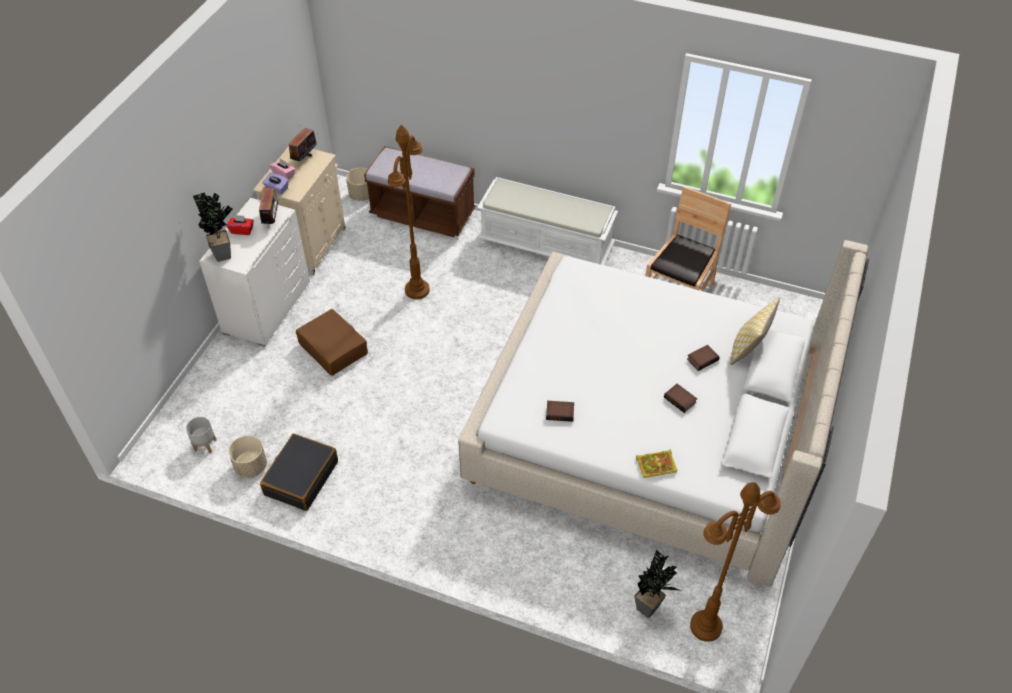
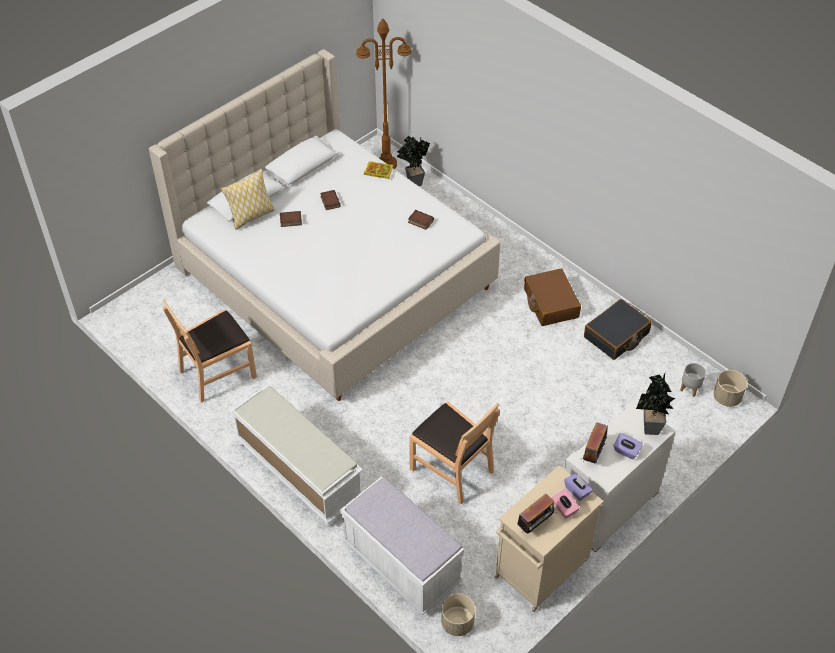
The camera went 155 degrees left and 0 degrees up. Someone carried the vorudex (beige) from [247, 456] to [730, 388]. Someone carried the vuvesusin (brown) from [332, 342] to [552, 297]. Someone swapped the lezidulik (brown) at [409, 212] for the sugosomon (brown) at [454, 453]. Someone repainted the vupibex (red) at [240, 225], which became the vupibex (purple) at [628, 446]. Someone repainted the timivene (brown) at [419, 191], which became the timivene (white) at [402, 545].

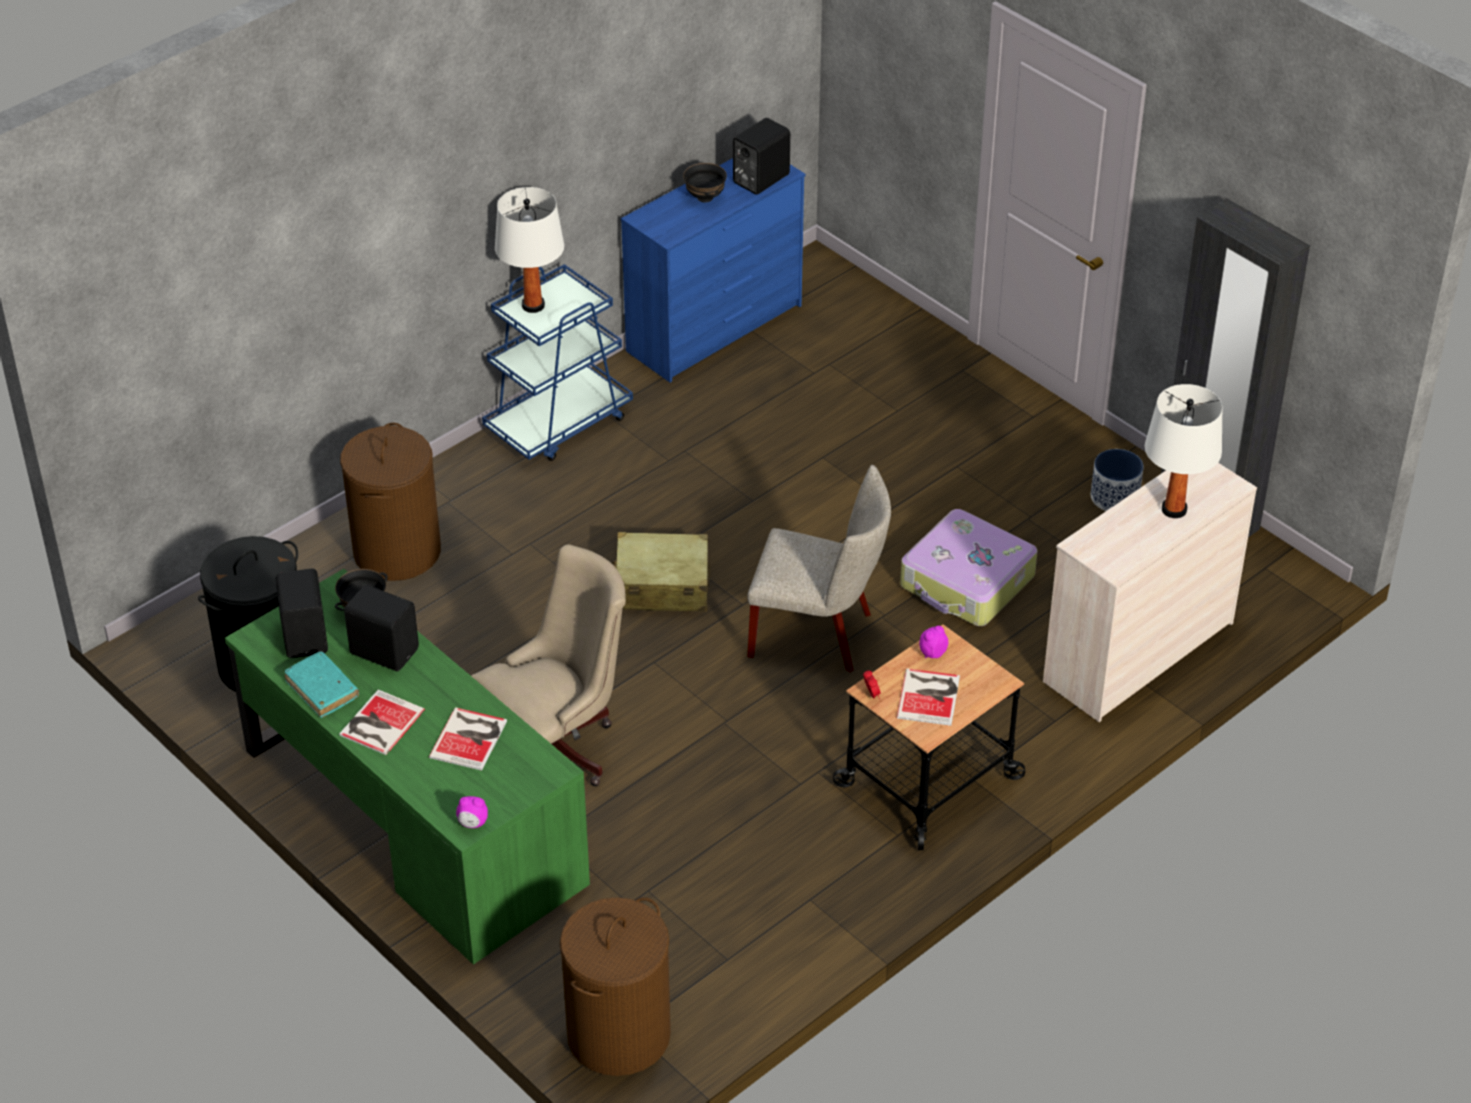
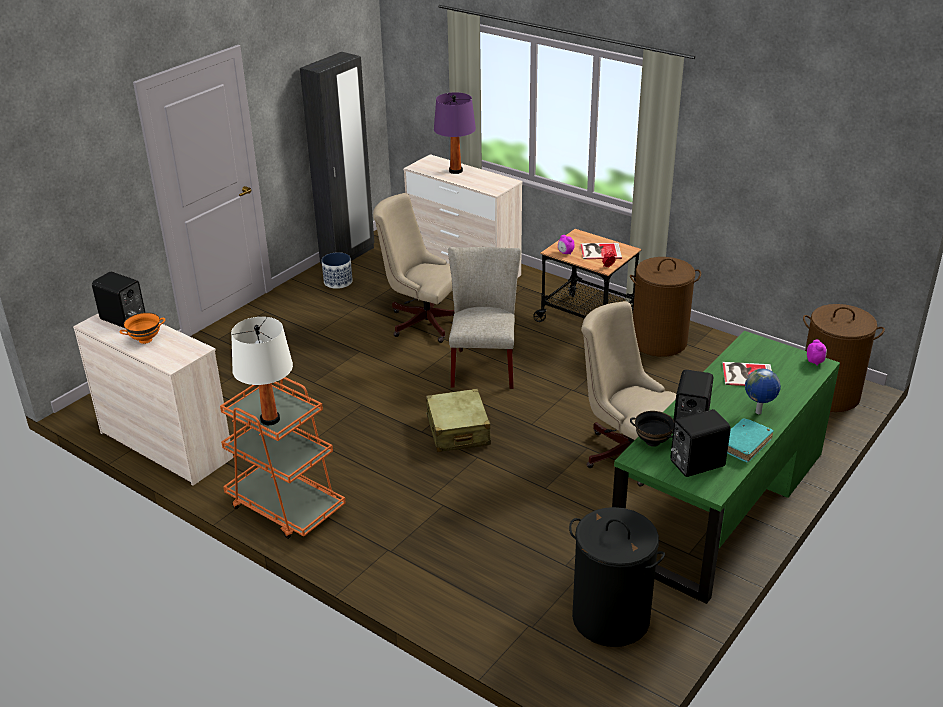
The camera went 100 degrees left and 10 degrees down. Someone carried the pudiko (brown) from [390, 501] to [665, 307]. Someone swapped the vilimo at [382, 722] for the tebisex at [763, 391]. Someone swapped the vuvesusin at [968, 567] for the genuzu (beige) at [413, 268]. Someone repainted the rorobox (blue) at [557, 362], which became the rorobox (orange) at [283, 458]. Someone repainted the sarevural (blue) at [713, 270], which became the sarevural (beige) at [153, 400]. Someone repainted the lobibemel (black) at [705, 182], which became the lobibemel (orange) at [142, 328]. Someone repainted the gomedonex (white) at [1184, 451], which became the gomedonex (purple) at [455, 133].

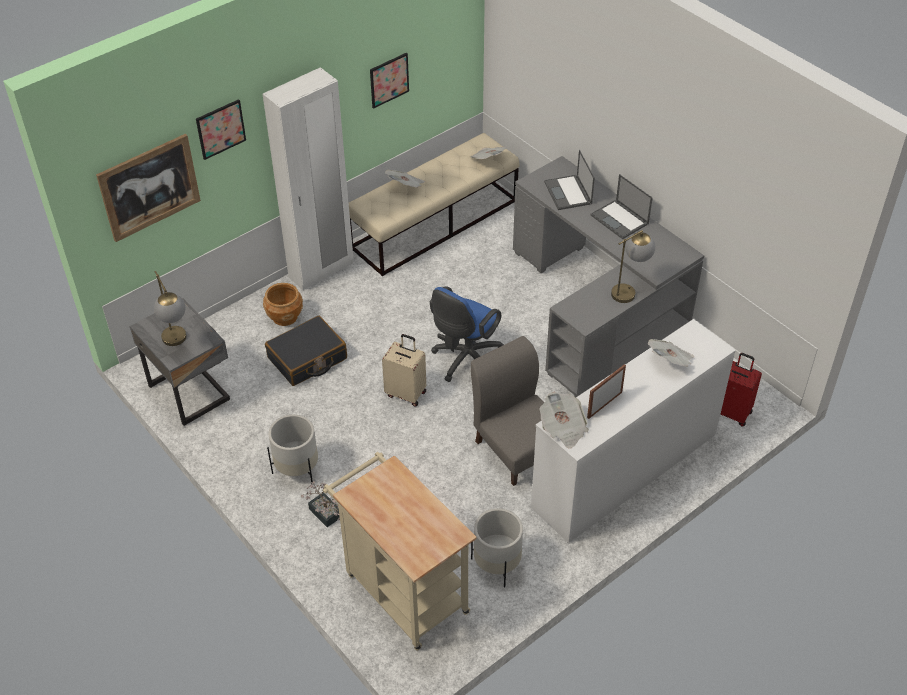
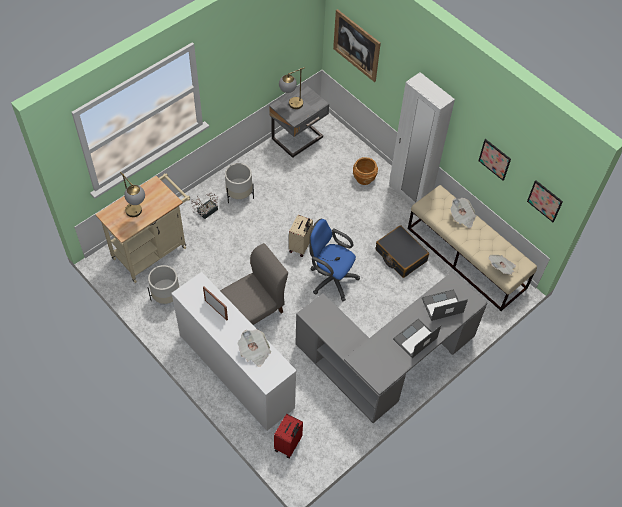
The camera went 85 degrees right and 10 degrees up. Someone took away the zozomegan at [564, 420]. Someone carried the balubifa from [221, 129] to [545, 201]. Someone carried the vuvesusin (black) from [306, 351] to [402, 251]. Someone carried the gomedonex from [633, 266] to [132, 194].

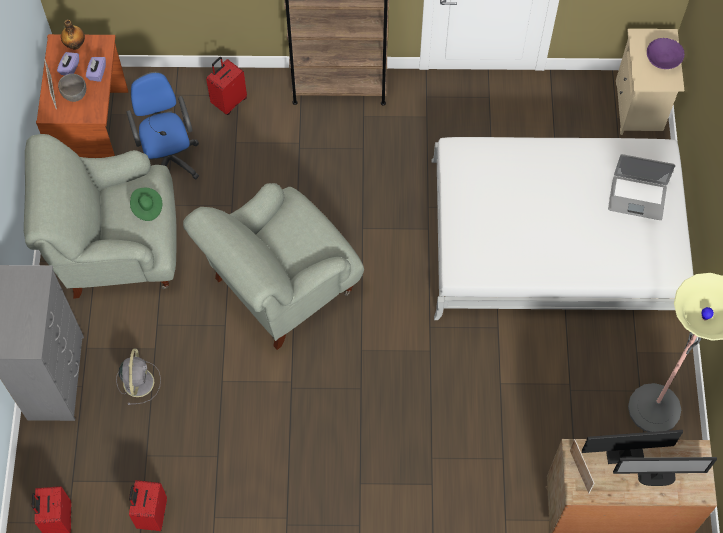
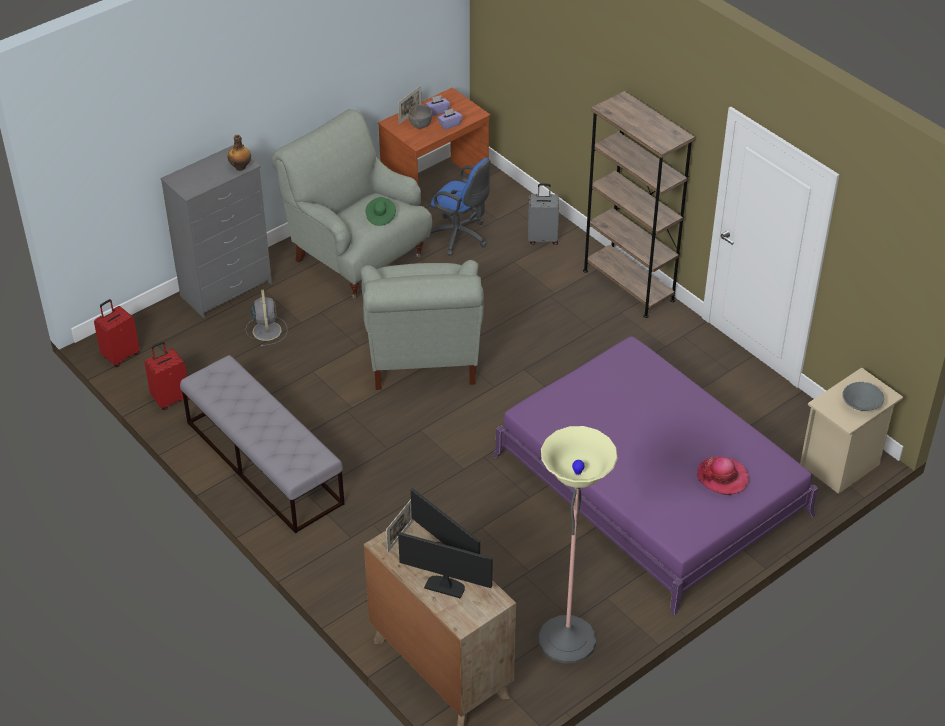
The camera went 50 degrees right and 20 degrees down. Someone put down the timivene (grey) at [262, 444]. Someone carried the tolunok from [73, 34] to [239, 153]. Someone swapped the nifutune at [641, 187] for the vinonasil at [723, 475]. Someone repainted the vuvesusin (red) at [226, 86], which became the vuvesusin (grey) at [543, 214]. Someone repainted the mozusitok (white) at [563, 228], which became the mozusitok (purple) at [655, 475]. Someone repainted the lobibemel (purple) at [666, 53], which became the lobibemel (grey) at [863, 396]. Someone rotated the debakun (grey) at [138, 377] by 60 degrees counterclockwise. Someone rotated the genuzu (blue) at [162, 125] by 90 degrees clockwise. Someone rotated the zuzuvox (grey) at [273, 266] by 105 degrees counterclockwise. Someone rotated the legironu at [665, 471] by 150 degrees clockwise.

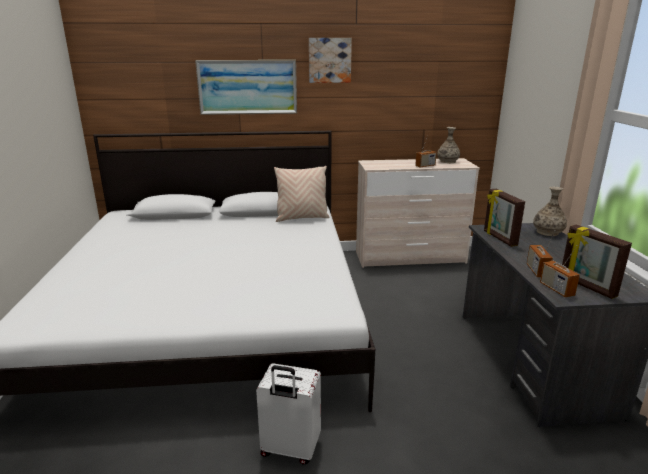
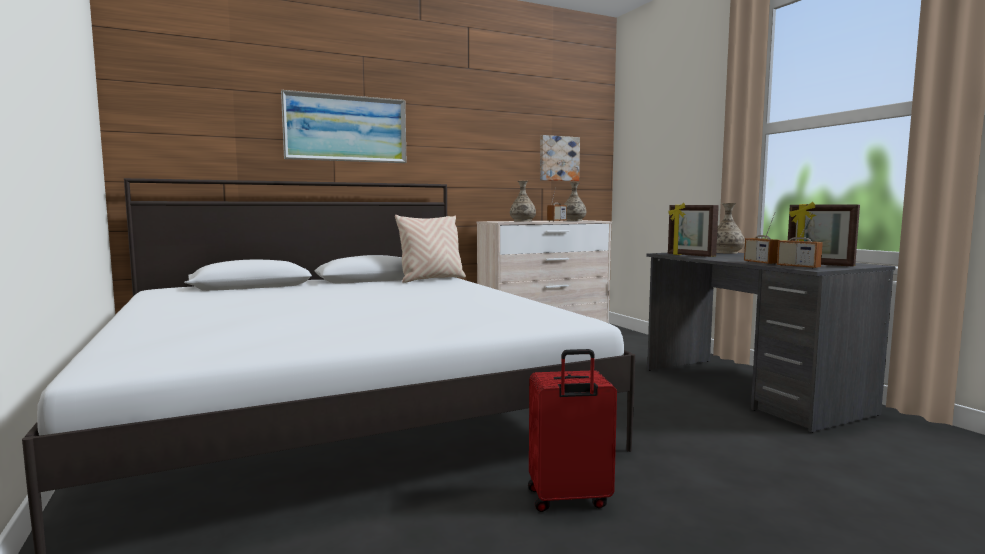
The camera went 20 degrees left and 15 degrees down. Someone put down the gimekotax at [523, 201]. Someone carried the balubifa from [330, 60] to [560, 158]. Someone repainted the vuvesusin (white) at [288, 414], which became the vuvesusin (red) at [572, 430].

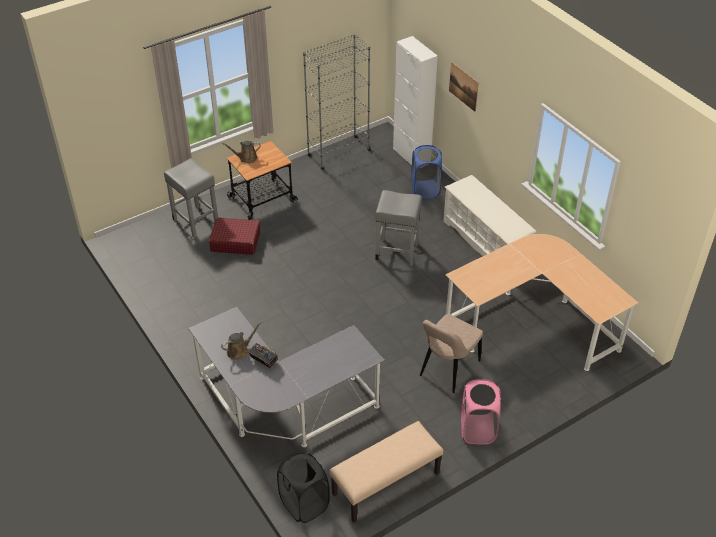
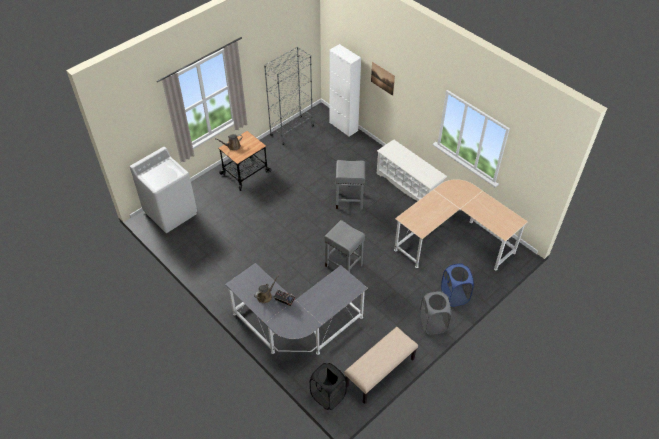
The camera went 10 degrees left and 5 degrees up. Someone took away the vuvesusin (red) at [234, 236]. Someone took away the sugosomon (beige) at [451, 353]. Someone put down the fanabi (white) at [163, 190]. Someone carried the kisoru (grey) from [191, 198] to [344, 246]. Someone carried the pudiko (blue) from [427, 172] to [457, 285]. Someone repainted the pudiko (pink) at [481, 411], which became the pudiko (grey) at [435, 313].

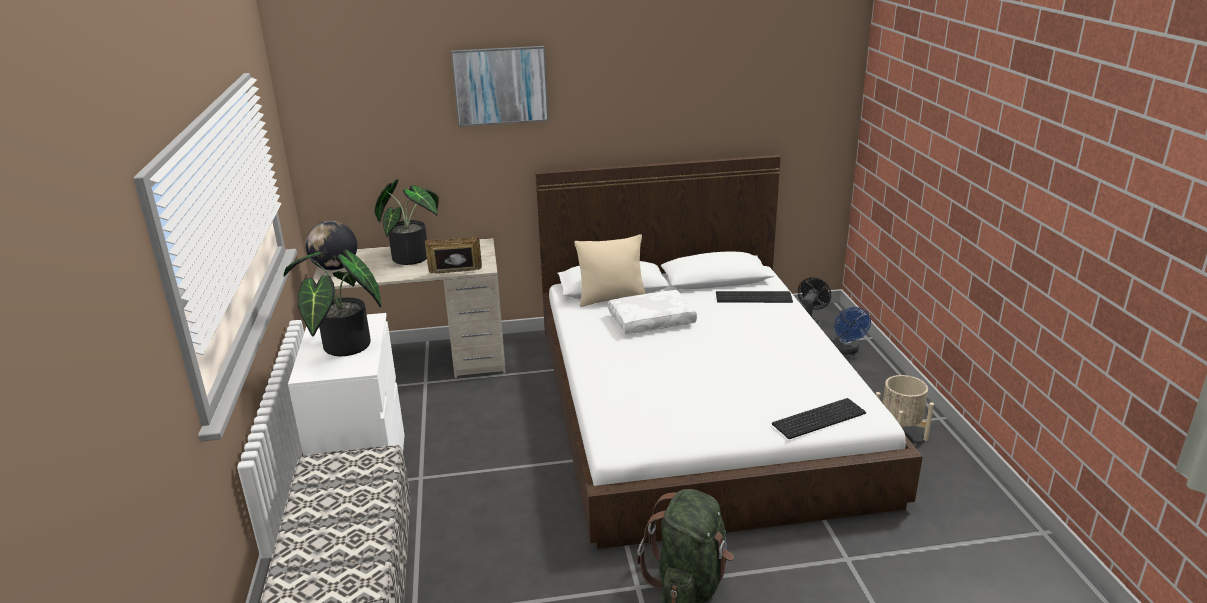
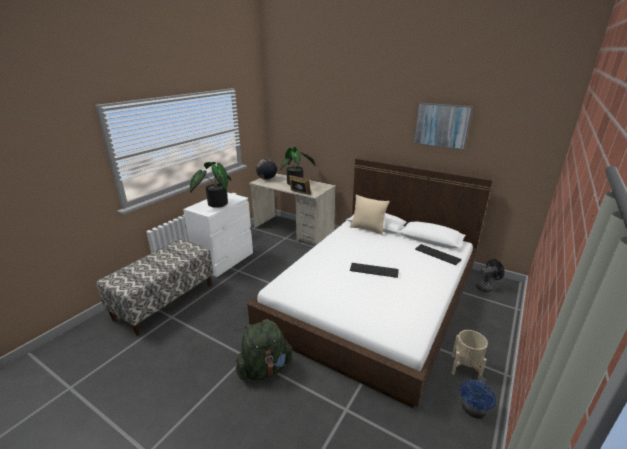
The camera went 40 degrees right and 0 degrees up. Someone took away the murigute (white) at [652, 312]. Someone carried the balubifa from [500, 86] to [443, 126]. Someone carried the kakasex from [819, 418] to [374, 270]. Someone carried the debakun (blue) from [851, 331] to [478, 397].

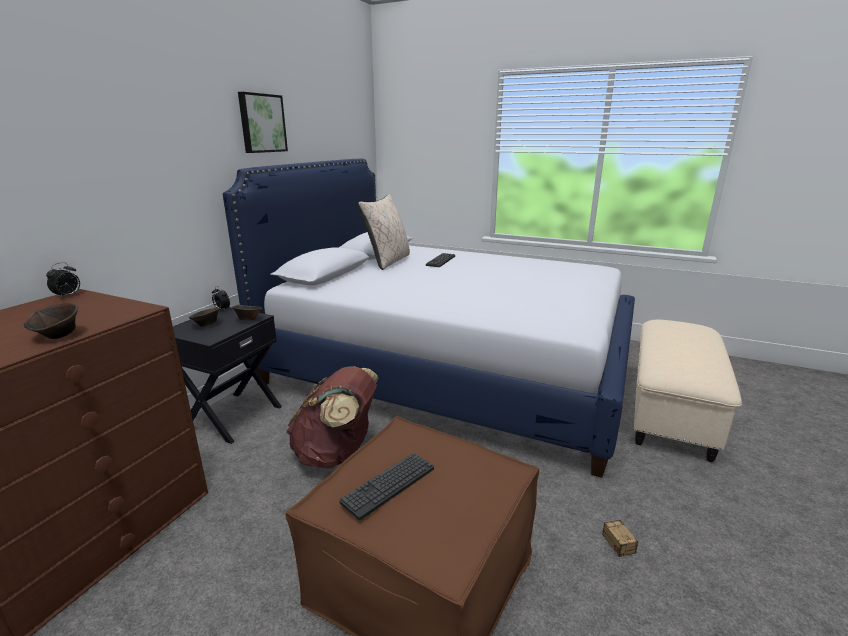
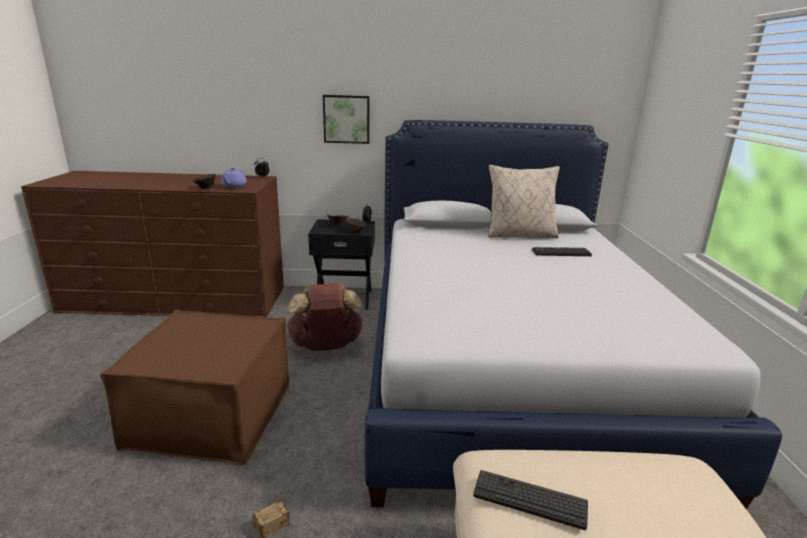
The camera went 65 degrees right and 0 degrees up. Someone put down the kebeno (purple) at [234, 177]. Someone carried the balubifa from [263, 122] to [346, 119]. Someone carried the kakasex from [386, 486] to [530, 500].

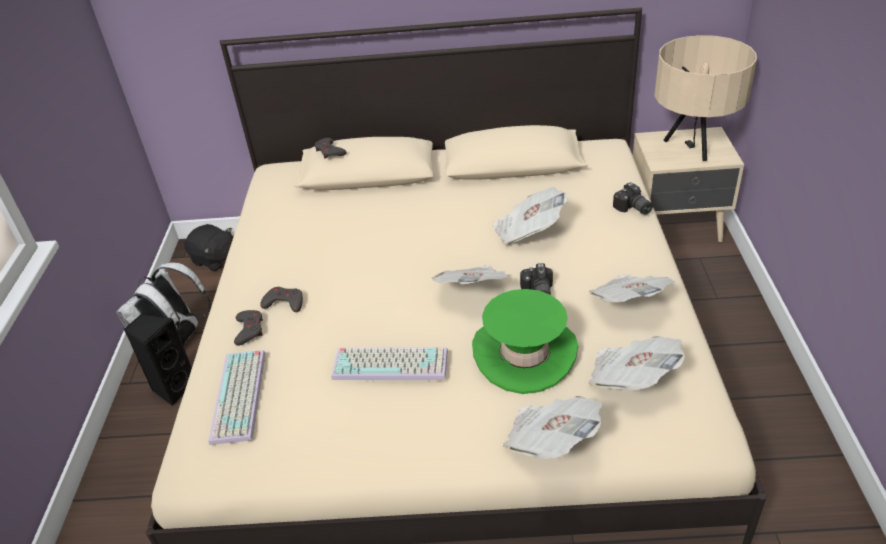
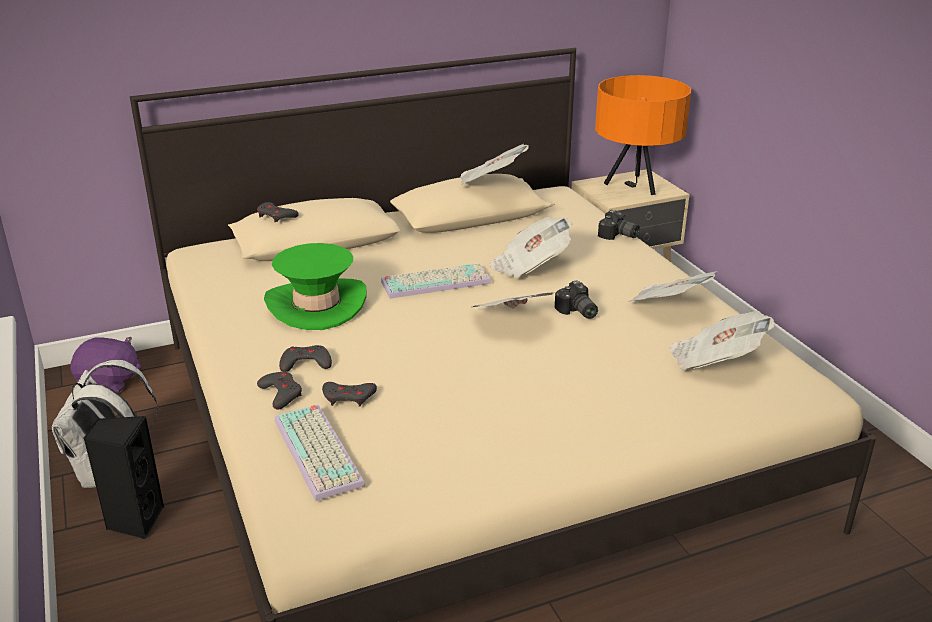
The camera went 25 degrees left and 10 degrees down. Someone put down the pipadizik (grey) at [349, 394]. Someone carried the kakasex from [389, 363] to [436, 281]. Someone carried the vinonasil (green) from [525, 341] to [315, 286]. Someone carried the zozomegan from [552, 427] to [494, 164]. Someone repainted the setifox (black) at [208, 247], which became the setifox (purple) at [105, 365]. Someone repainted the gomedonex (beige) at [706, 98], which became the gomedonex (orange) at [643, 135].

